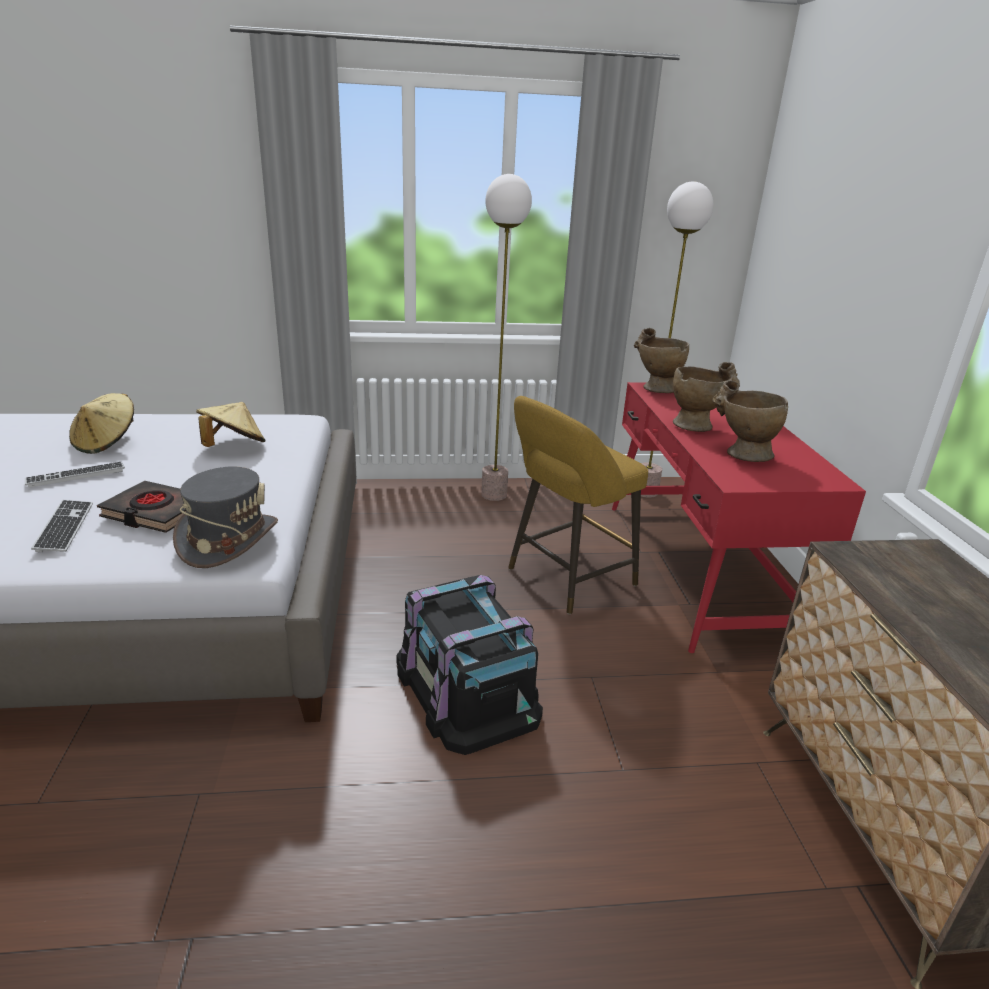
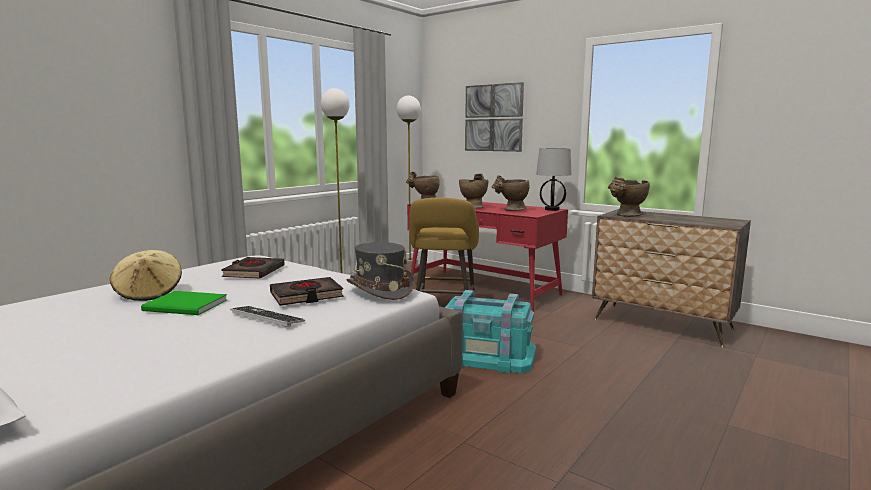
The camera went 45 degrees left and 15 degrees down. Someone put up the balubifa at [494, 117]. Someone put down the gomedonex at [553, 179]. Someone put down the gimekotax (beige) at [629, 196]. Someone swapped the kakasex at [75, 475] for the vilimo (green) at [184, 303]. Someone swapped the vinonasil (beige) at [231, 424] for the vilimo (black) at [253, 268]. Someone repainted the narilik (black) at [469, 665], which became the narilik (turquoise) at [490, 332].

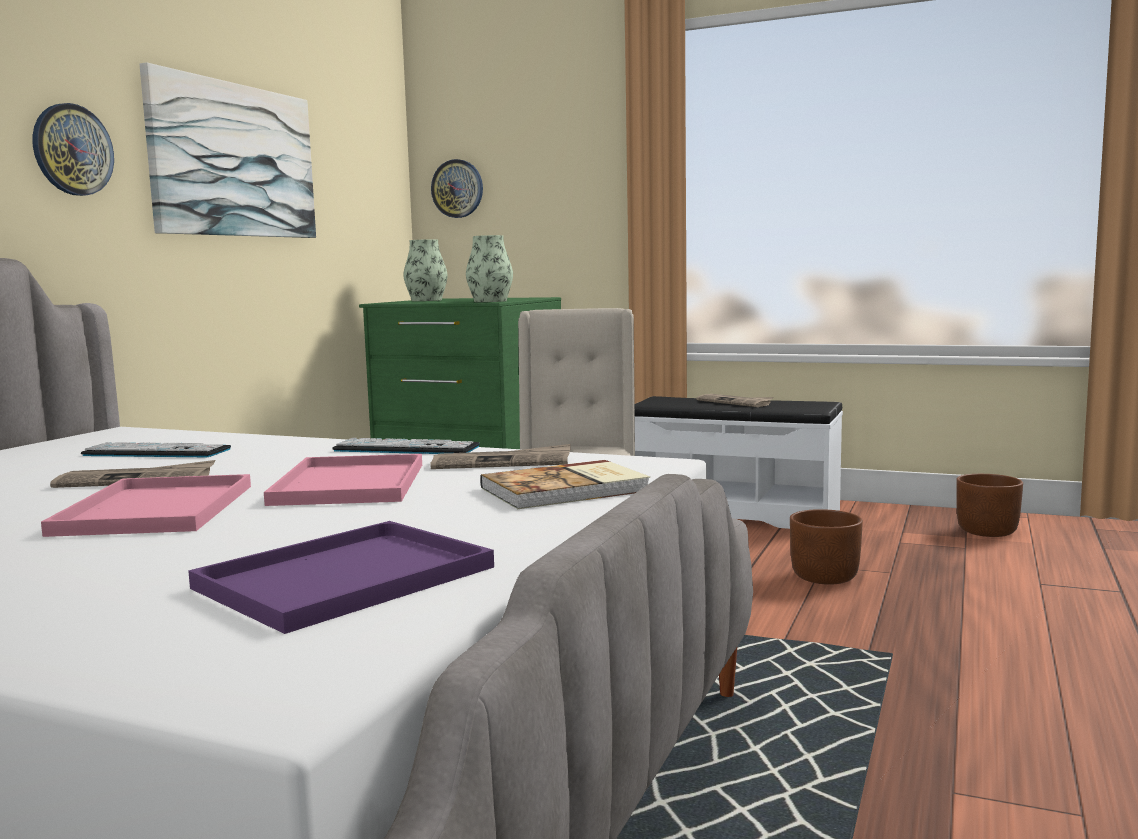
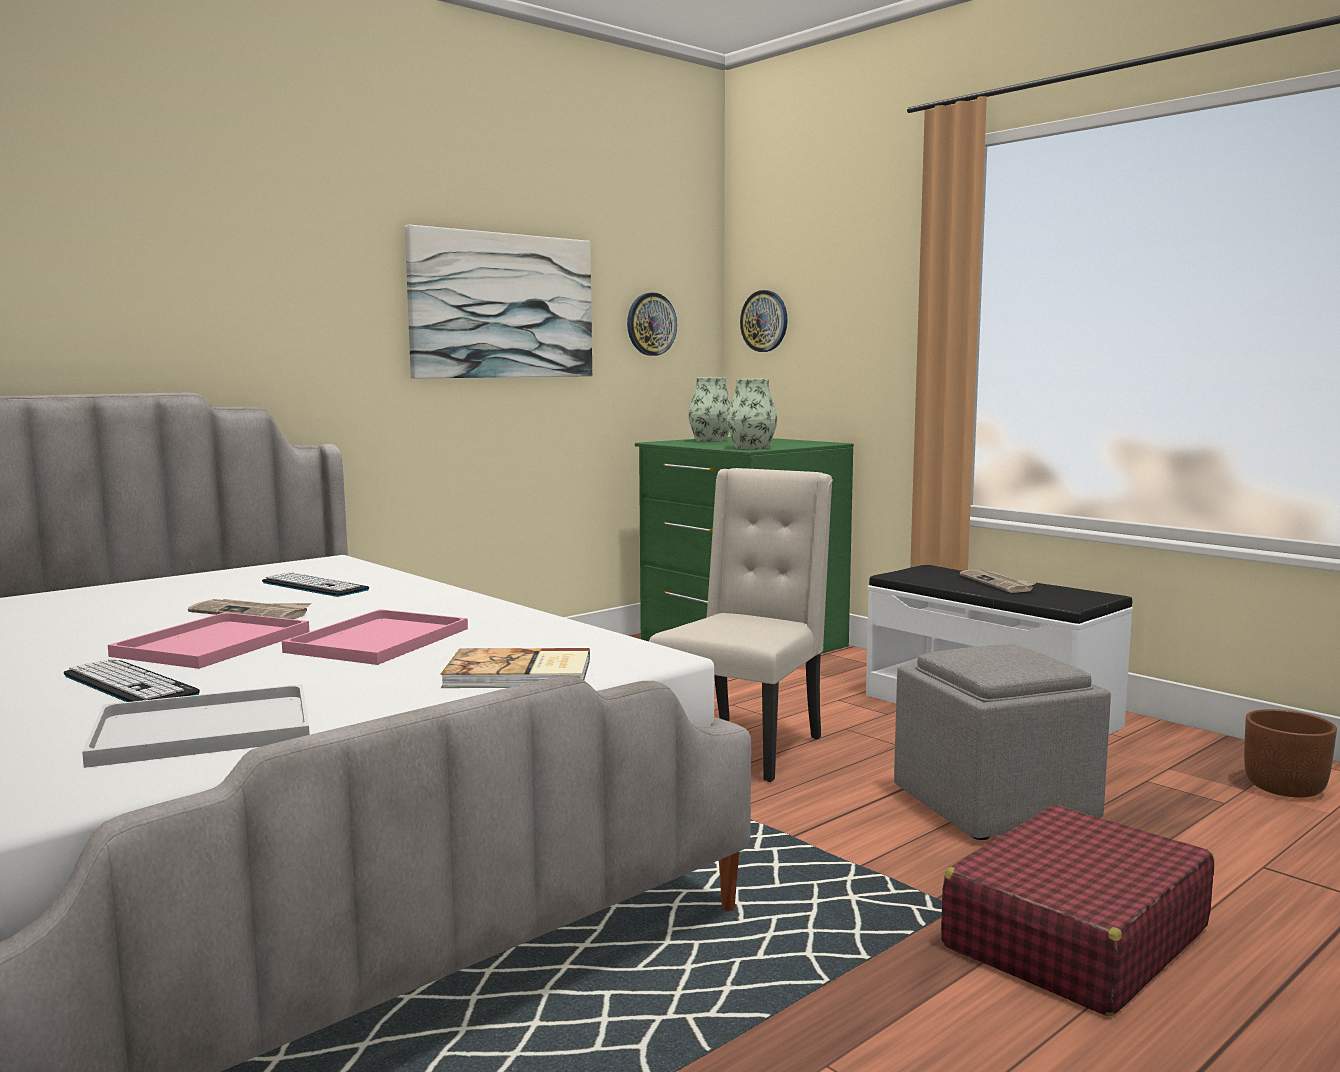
The camera went 25 degrees right and 0 degrees up. Someone took away the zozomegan at [501, 456]. Someone put down the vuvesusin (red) at [1077, 910]. Someone carried the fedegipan from [73, 149] to [652, 324]. Someone carried the kakasex from [406, 446] to [132, 680]. Someone swapped the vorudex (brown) at [826, 547] for the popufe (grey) at [1002, 742]. Someone repainted the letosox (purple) at [341, 577], which became the letosox (white) at [196, 726].

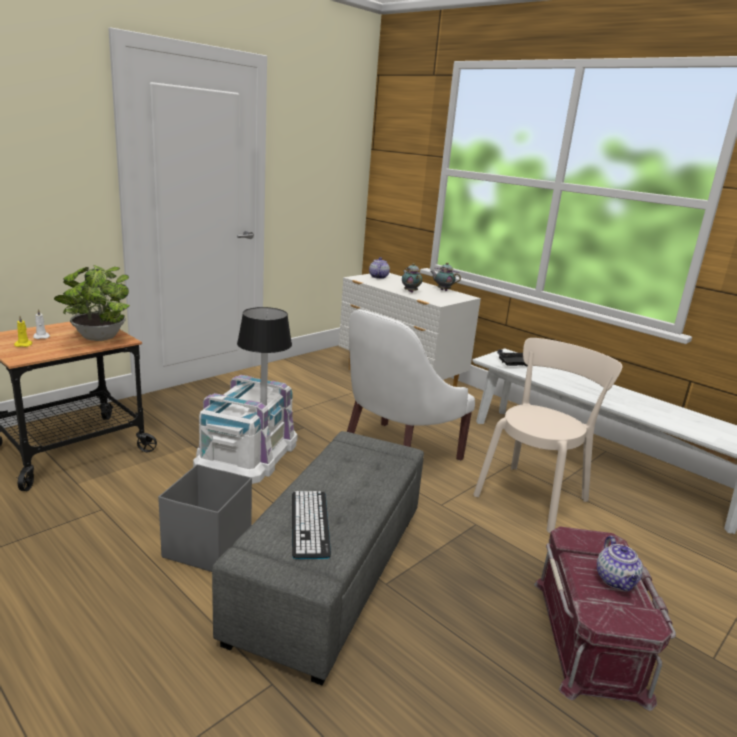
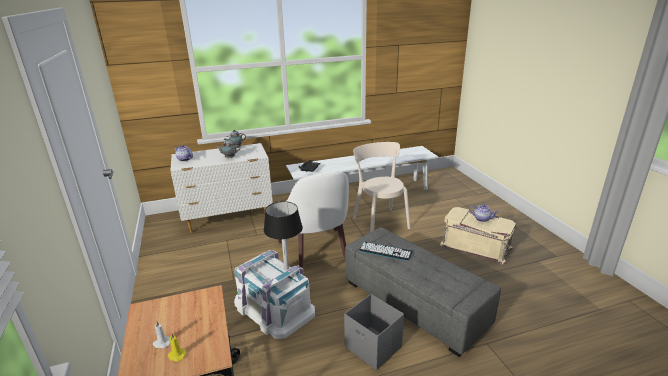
The camera went 60 degrees left and 5 degrees up. Someone took away the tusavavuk at [92, 303]. Someone carried the kakasex from [311, 525] to [386, 251]. Someone repainted the narilik (red) at [605, 618], which became the narilik (beige) at [478, 236].

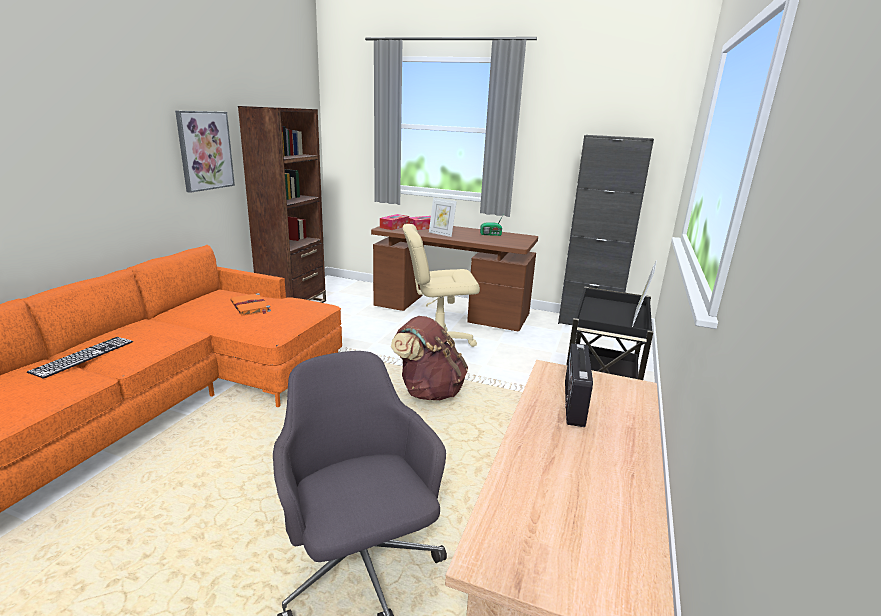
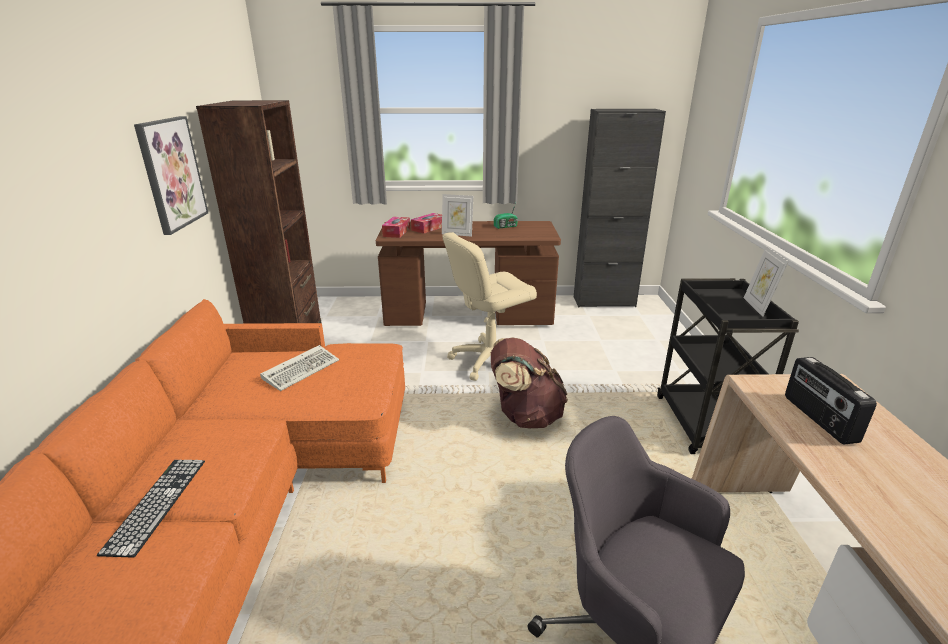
The camera went 20 degrees left and 5 degrees up. Someone swapped the vilimo (orange) at [250, 304] for the kakasex at [299, 368].

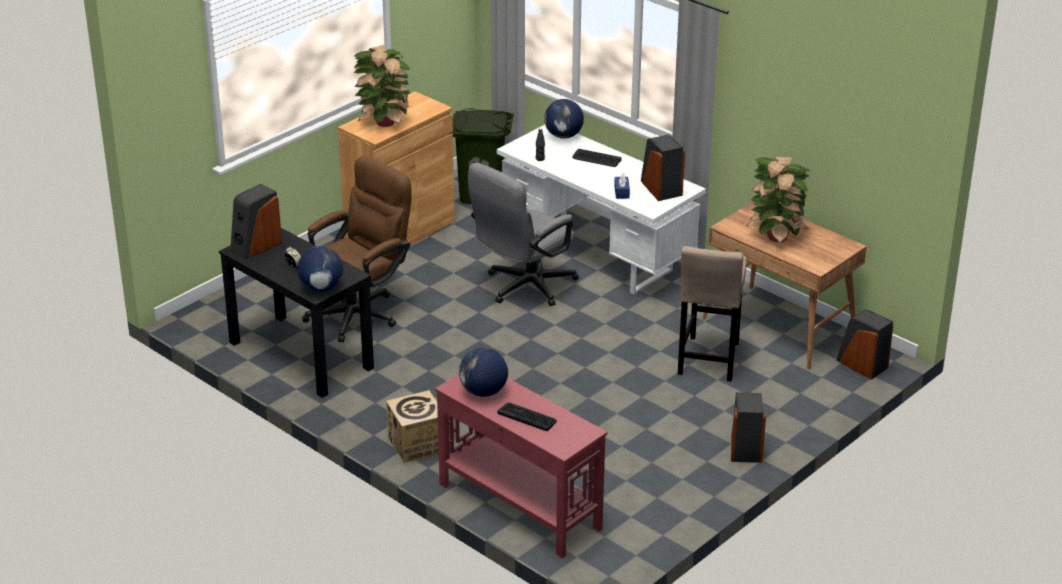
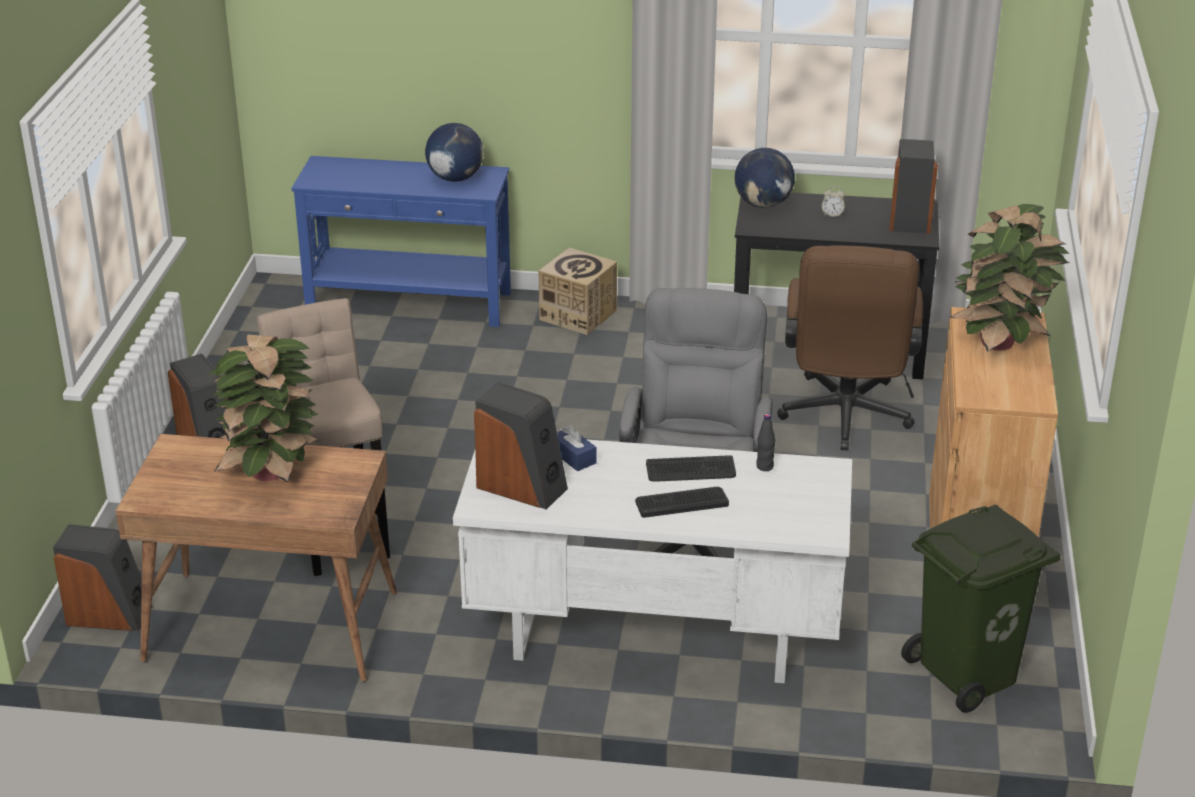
The camera went 145 degrees right and 0 degrees up. Someone took away the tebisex at [564, 118]. Someone carried the kakasex from [527, 417] to [691, 468]. Someone repainted the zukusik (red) at [521, 466], which became the zukusik (blue) at [401, 241].

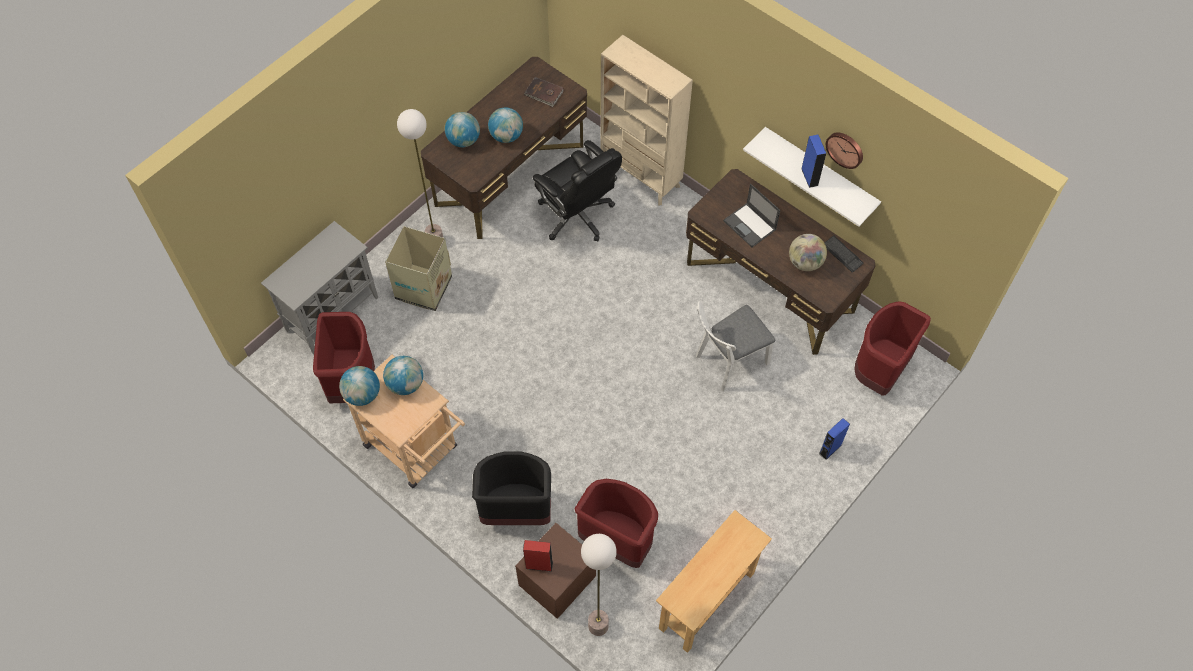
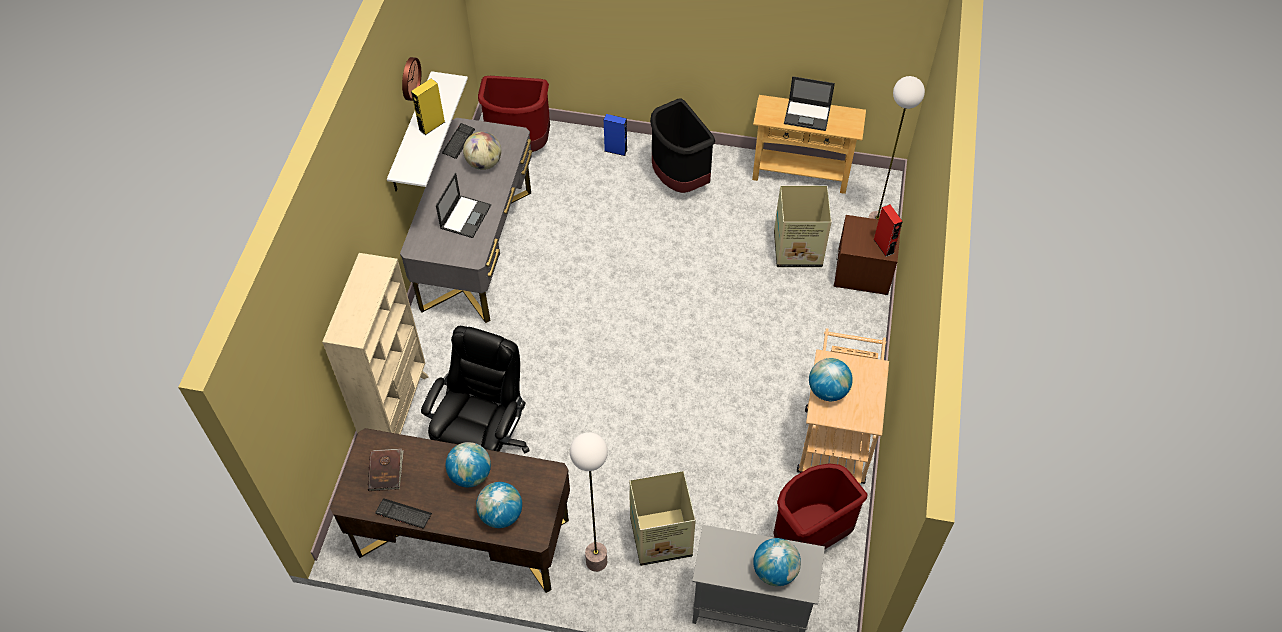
The camera went 120 degrees left and 5 degrees down. Someone took away the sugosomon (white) at [735, 346]. Someone put down the kakasex at [403, 513]. Someone put down the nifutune at [809, 103]. Someone carried the tebisex from [359, 386] to [777, 562]. Someone carried the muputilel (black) from [511, 488] to [682, 145]. Someone swapped the muputilel (red) at [616, 523] for the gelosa at [803, 226]. Someone repainted the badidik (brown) at [780, 262], which became the badidik (grey) at [466, 220]. Someone repainted the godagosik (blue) at [813, 161], which became the godagosik (yellow) at [428, 106].

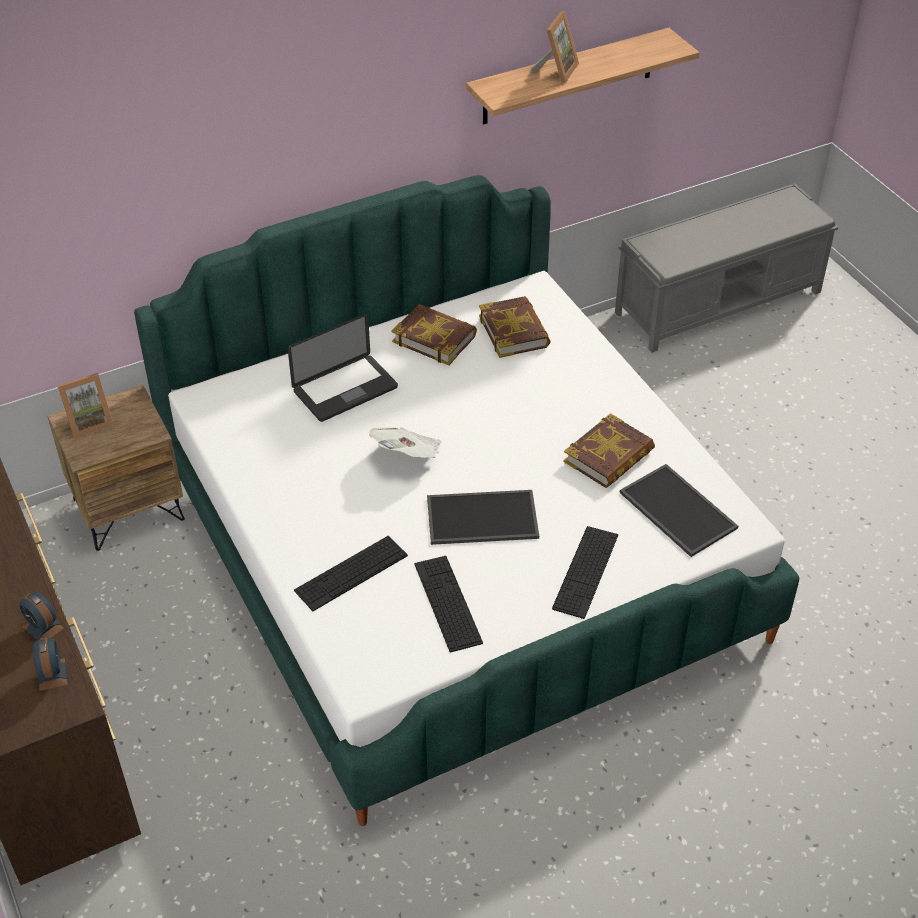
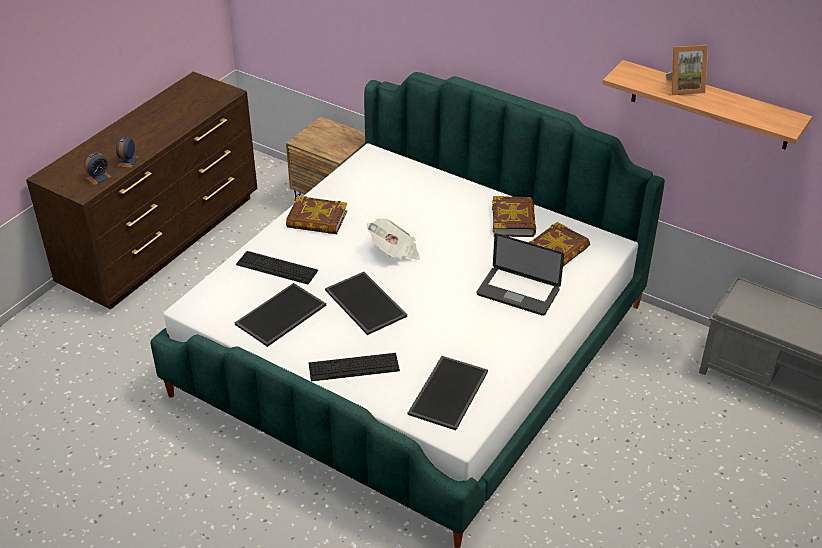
The camera went 60 degrees right and 5 degrees down. Someone took away the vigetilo at [86, 405]. Someone carried the nifutune from [343, 368] to [520, 274]. Someone carried the vilimo from [609, 450] to [316, 215]. Someone swapped the kakasex at [449, 604] for the letosox at [280, 315].

